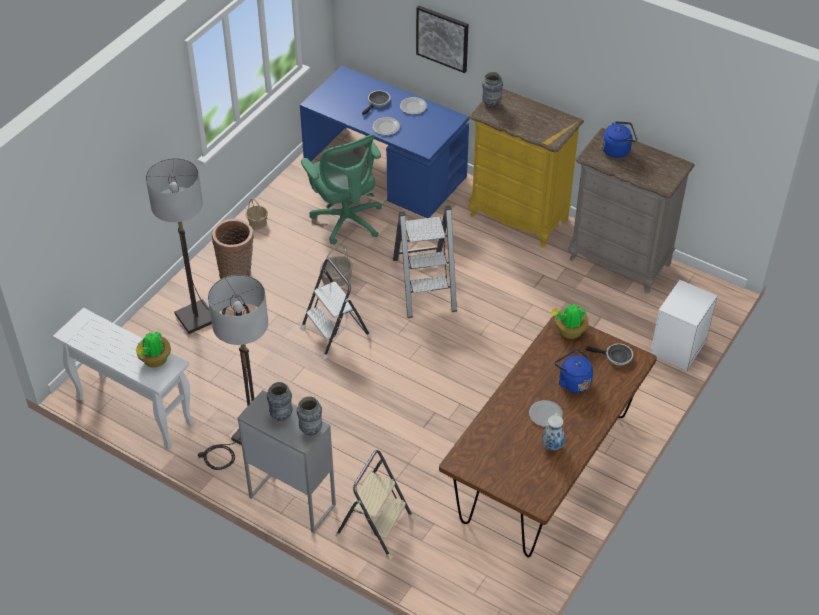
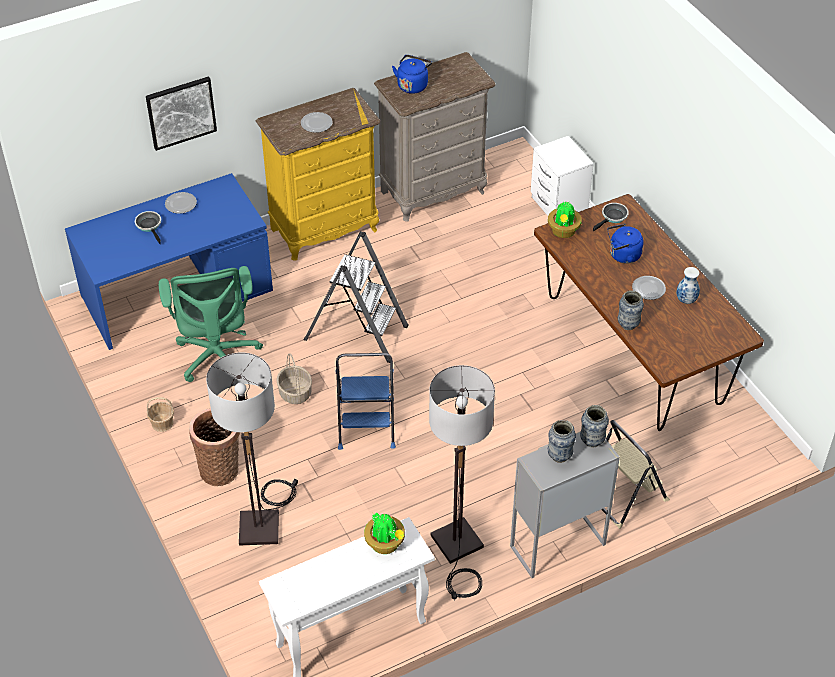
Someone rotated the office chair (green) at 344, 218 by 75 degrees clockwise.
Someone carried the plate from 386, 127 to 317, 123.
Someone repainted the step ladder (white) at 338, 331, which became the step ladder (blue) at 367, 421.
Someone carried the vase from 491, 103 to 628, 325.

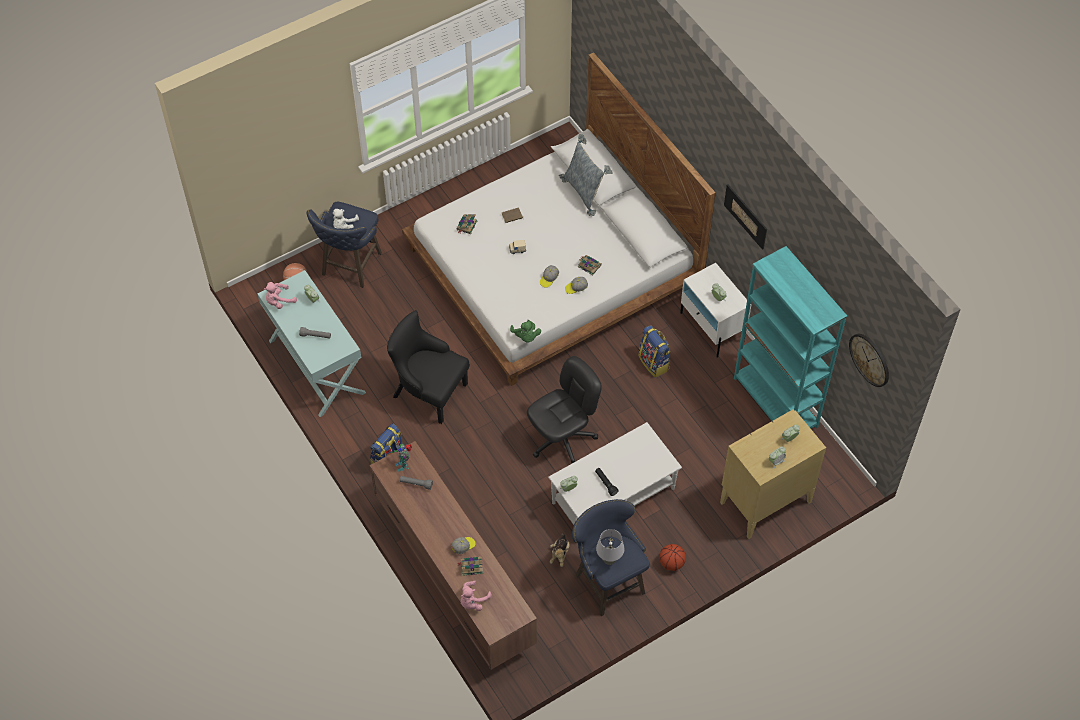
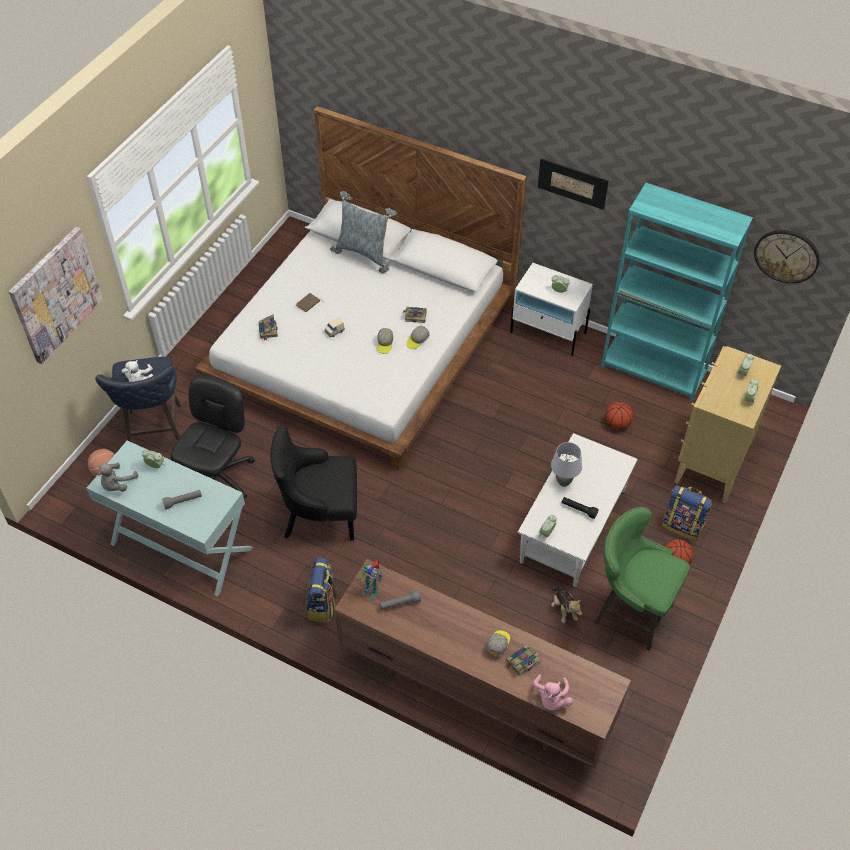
Someone put up the picture at 56, 295.
Someone repainted the plush toy (pink) at 279, 301, which became the plush toy (grey) at 117, 484.
Someone carried the office chair (black) from 562, 438 to 218, 477.
Someone carried the table lamp (grey) from 609, 560 to 563, 482.
Someone repainted the stool (blue) at 608, 581, which became the stool (green) at 630, 611.
Someone put down the basketball at 617, 424.
Someone carried the backpack from 654, 363 to 683, 525.
Someone took away the plush toy (green) at 526, 336.

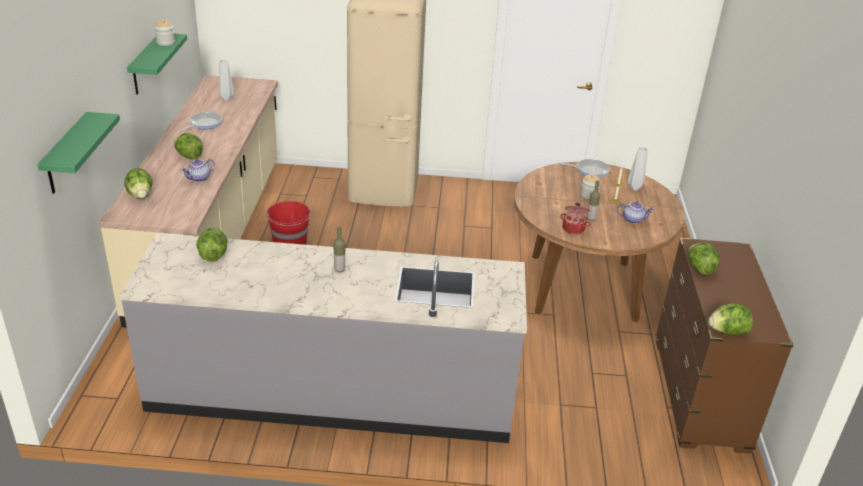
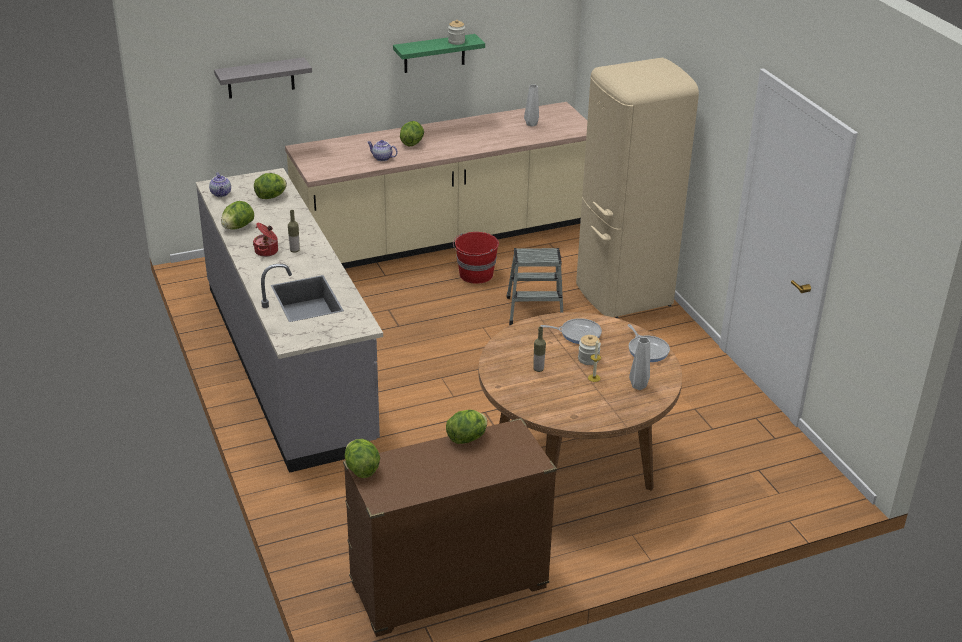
Someone carried the teapot from 633, 219 to 221, 194.
Someone repainted the shelf (green) at 66, 154, which became the shelf (grey) at 260, 78.
Someone carried the lettuce from 140, 195 to 237, 227.
Someone carried the cooking pot from 574, 228 to 267, 251.
Someone put down the step ladder (grey) at 535, 310.
Someone carried the frying pan from 204, 123 to 578, 333.

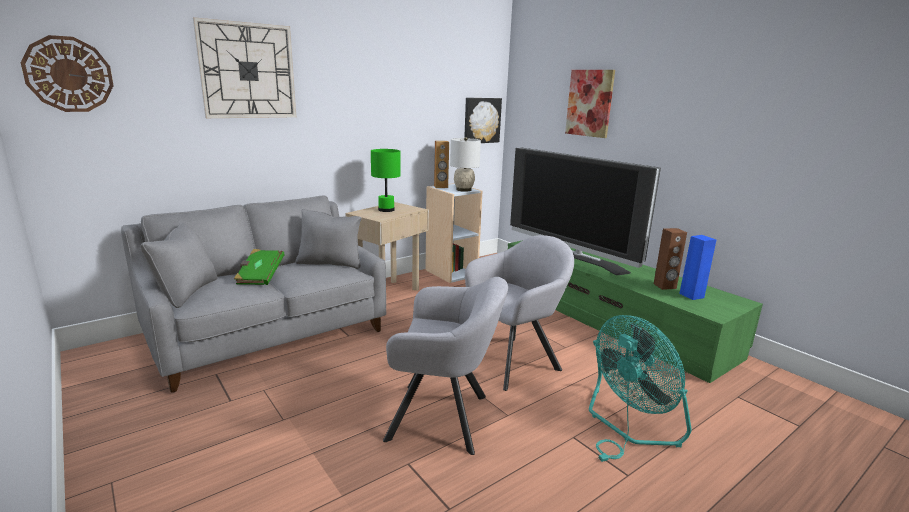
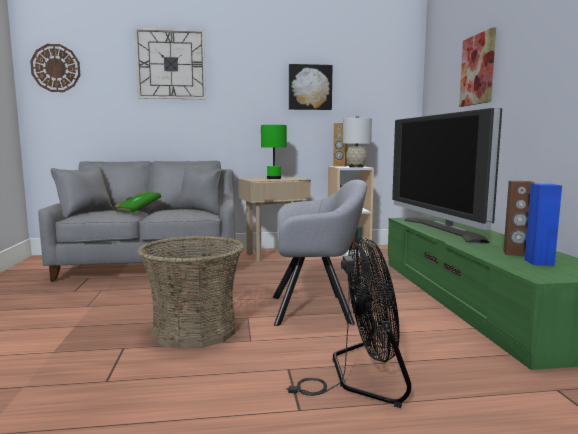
Someone swapped the armchair (grey) at 445, 418 for the basket at 195, 330.
Someone repainted the fan (turquoise) at 623, 425, which became the fan (black) at 357, 374.
Someone carried the picture from 481, 120 to 310, 87.

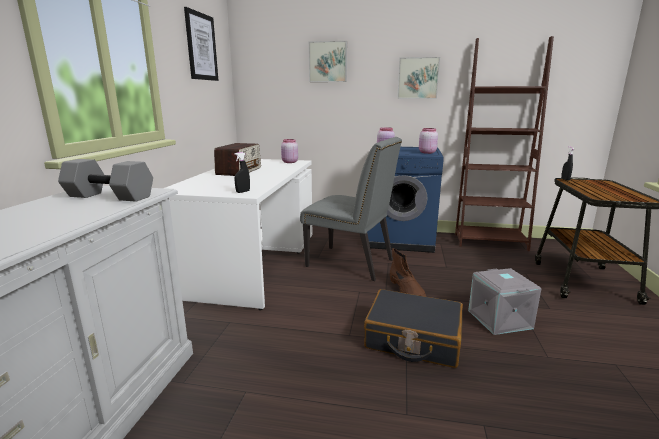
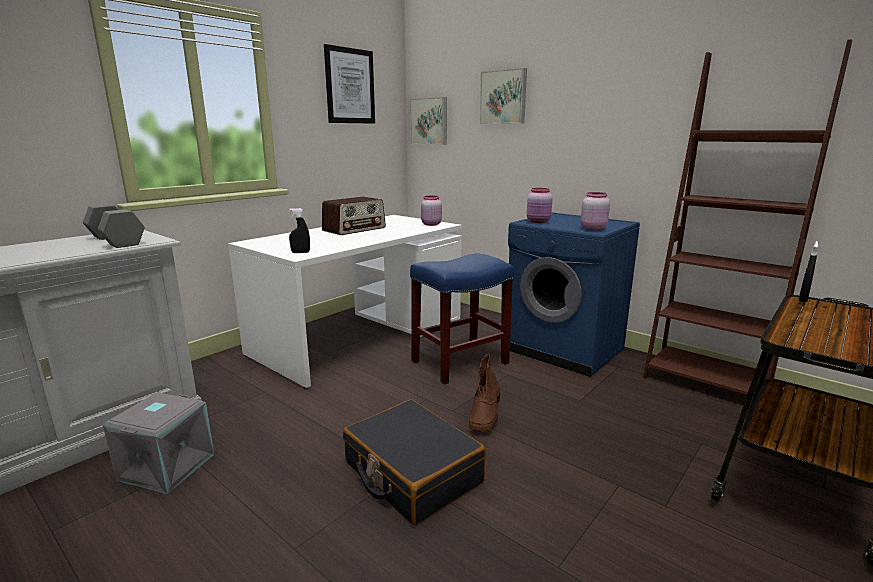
Someone carried the storage box (grey) from 498, 319 to 166, 466.
Someone carried the picture from 418, 78 to 430, 121.
Someone swapped the chair (grey) at 349, 263 for the stool (blue) at 459, 363.

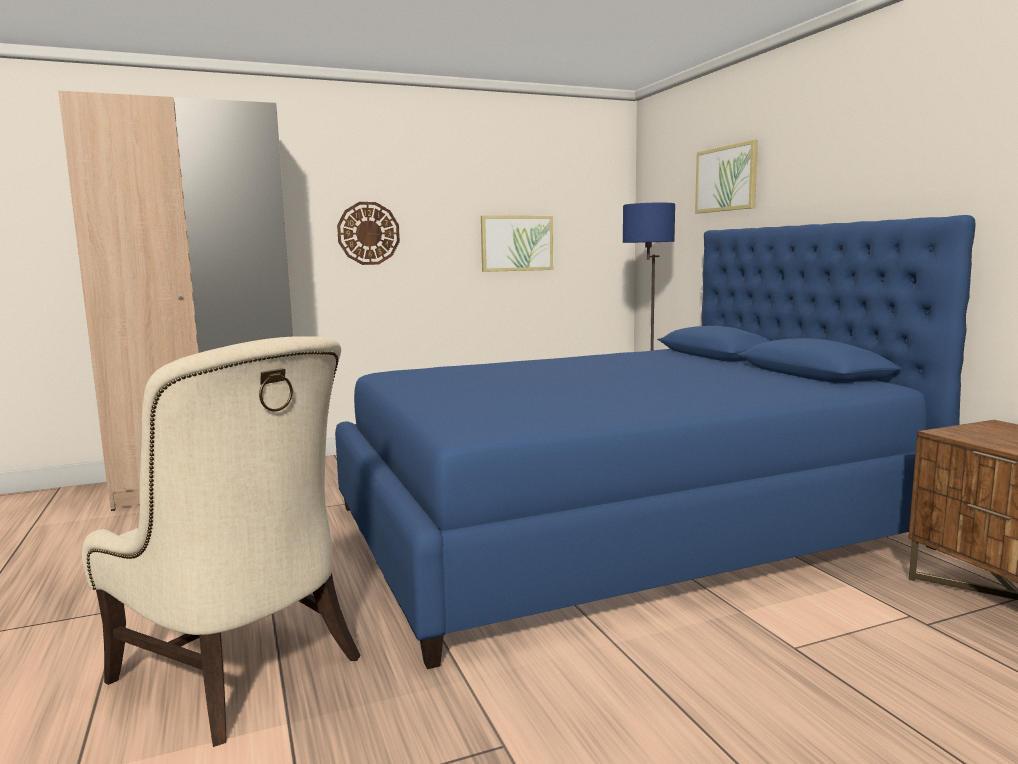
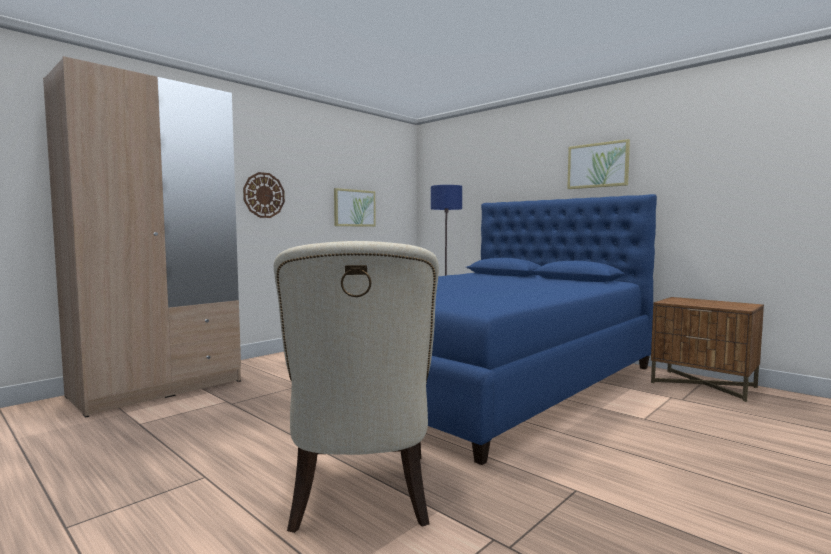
Someone rotated the armchair (beige) at 241, 669 by 75 degrees clockwise.
Someone carried the picture from 726, 178 to 598, 165.

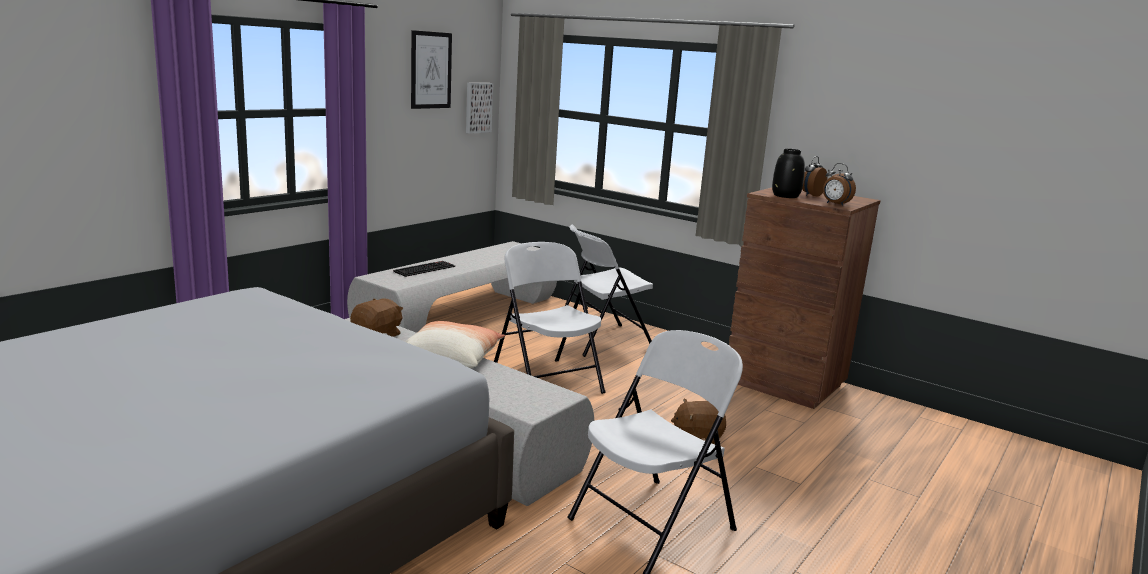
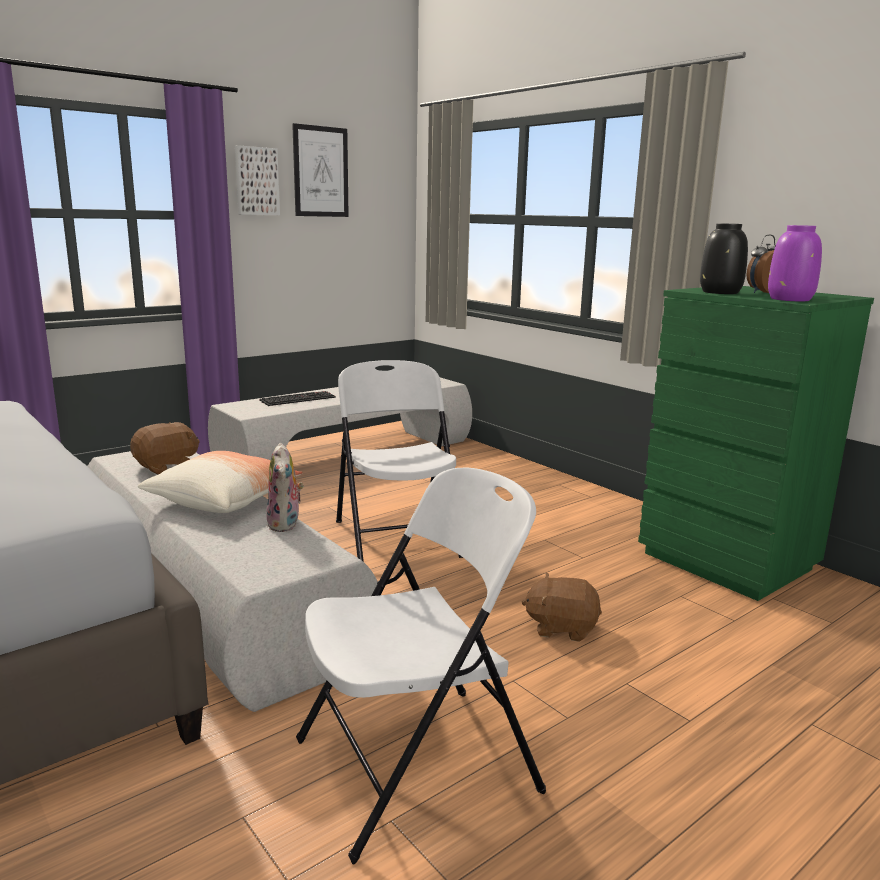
Someone carried the picture from 477, 107 to 256, 181.
Someone put down the plush toy at 286, 524.
Someone repainted the dresser (brown) at 786, 383, which became the dresser (green) at 729, 561.
Someone swapped the alarm clock at 835, 204 for the vase (purple) at 791, 299.
Someone took away the chair (white) at 602, 340.

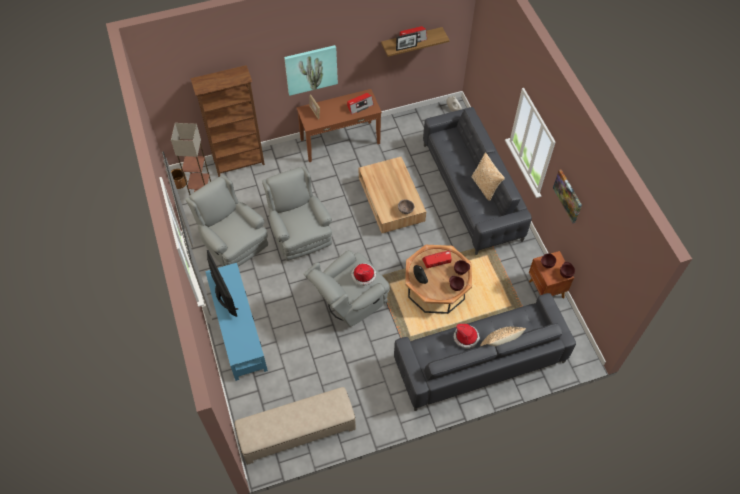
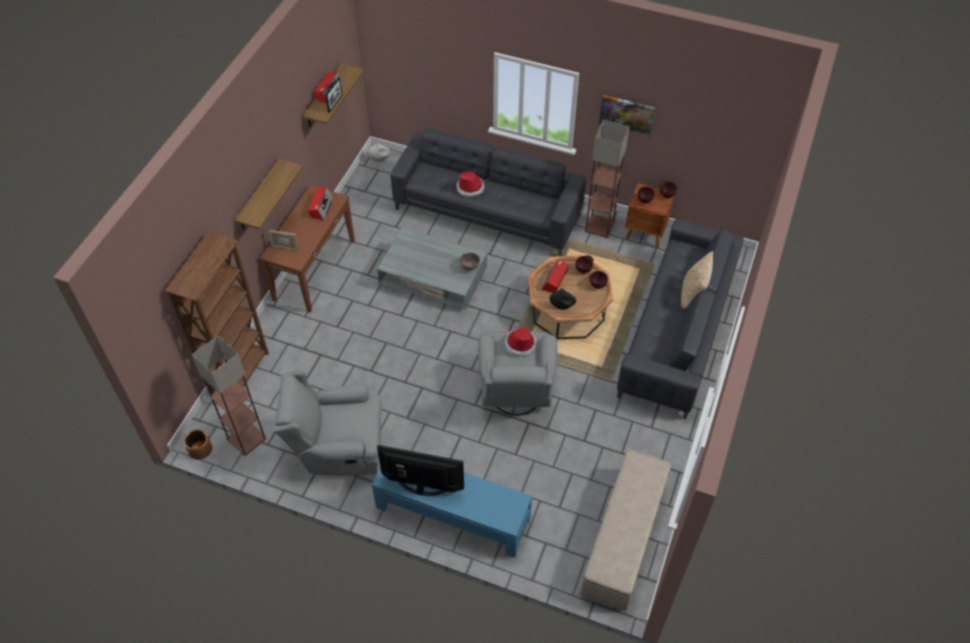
Someone swapped the picture at 311, 69 for the shelf at 259, 196.
Someone repainted the coffee table (brown) at 391, 201, which became the coffee table (grey) at 433, 278.
Someone carried the hat from 466, 337 to 470, 188.
Someone put down the floor lamp at 600, 226.
Someone took away the armchair (grey) at 299, 233.
Someone took away the pillow (beige) at 484, 187.

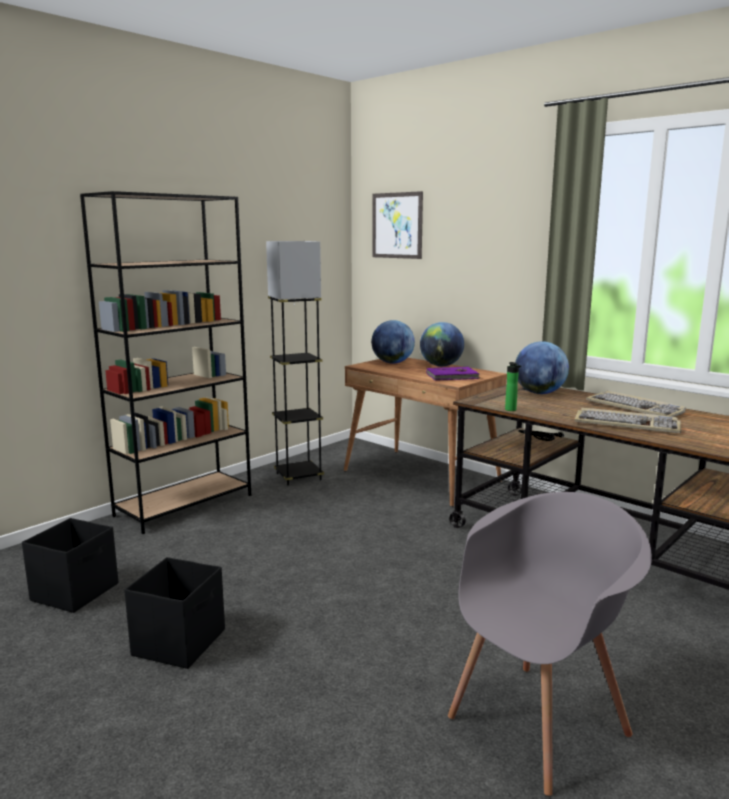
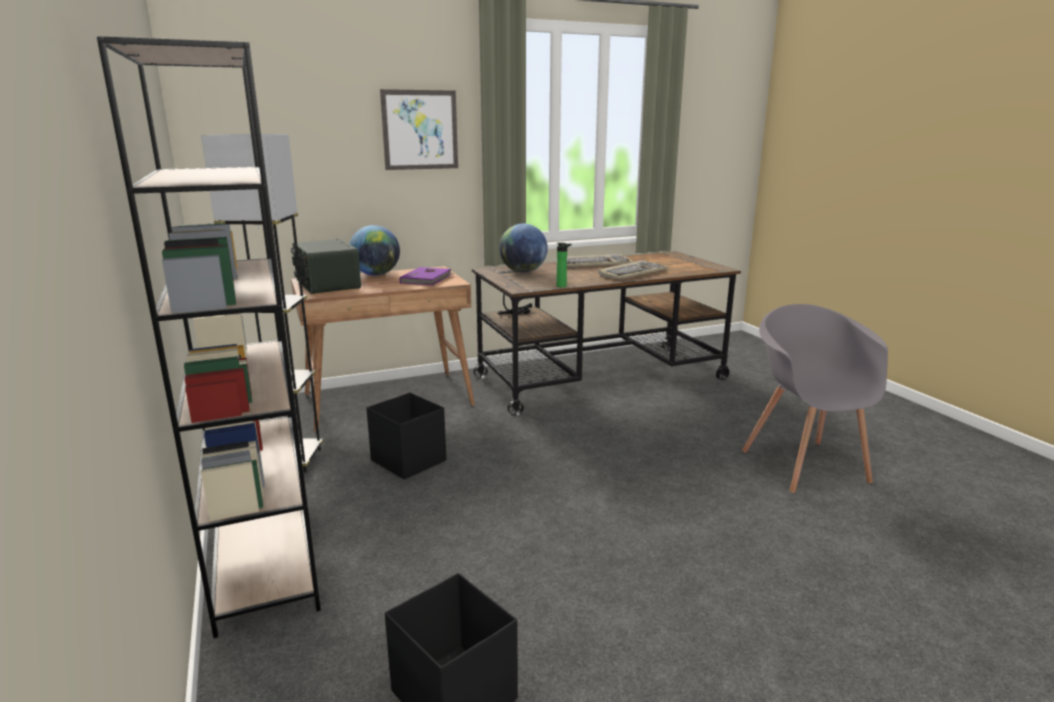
Someone swapped the globe at 392, 363 for the radio at 326, 284.
Someone carried the storage box (black) from 180, 642 to 408, 460.
Someone carried the picture from 397, 225 to 420, 130.

